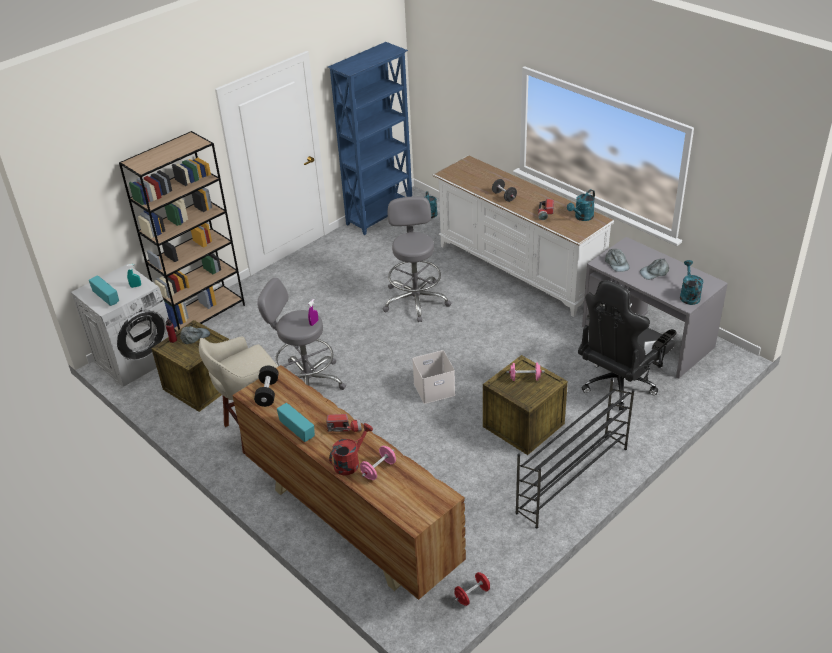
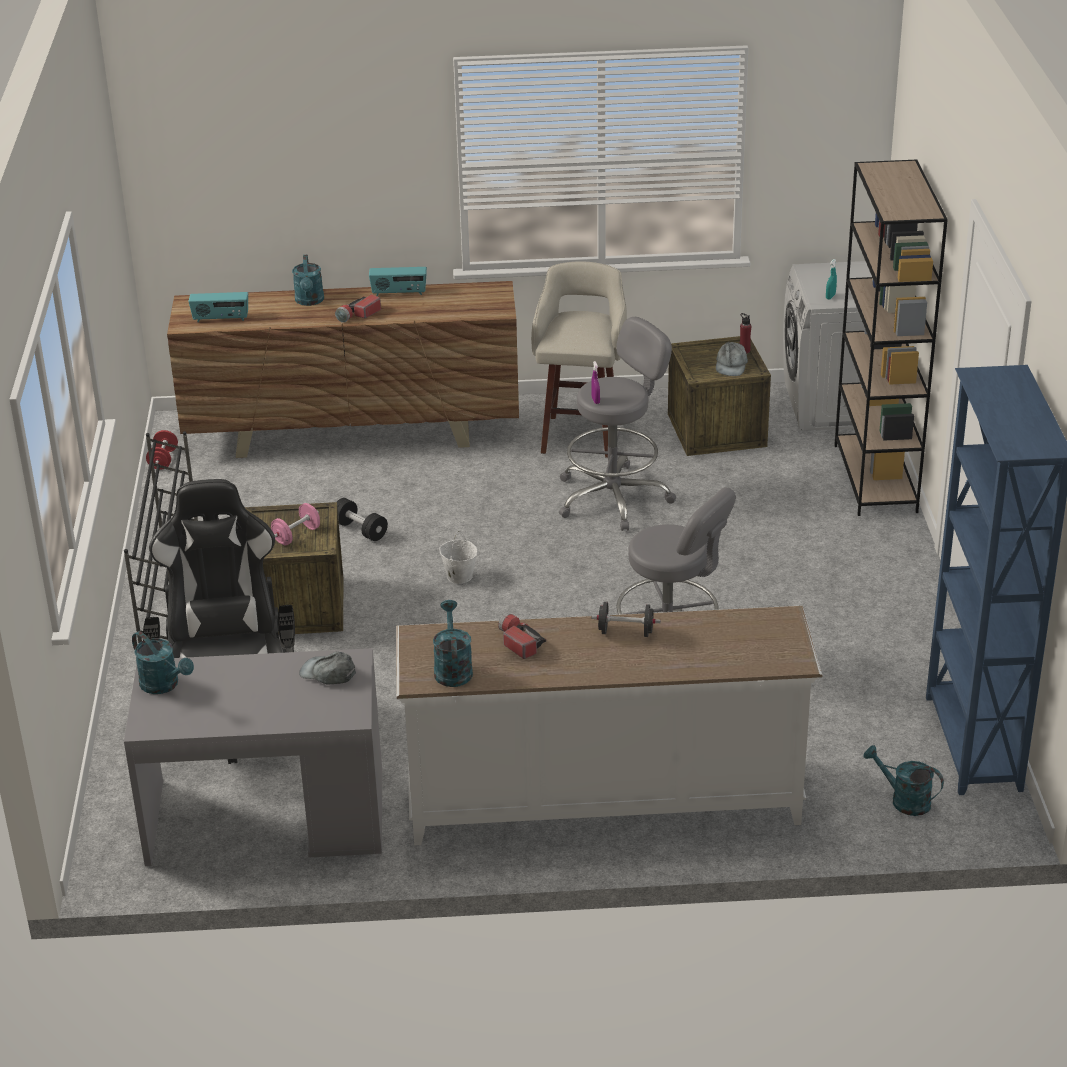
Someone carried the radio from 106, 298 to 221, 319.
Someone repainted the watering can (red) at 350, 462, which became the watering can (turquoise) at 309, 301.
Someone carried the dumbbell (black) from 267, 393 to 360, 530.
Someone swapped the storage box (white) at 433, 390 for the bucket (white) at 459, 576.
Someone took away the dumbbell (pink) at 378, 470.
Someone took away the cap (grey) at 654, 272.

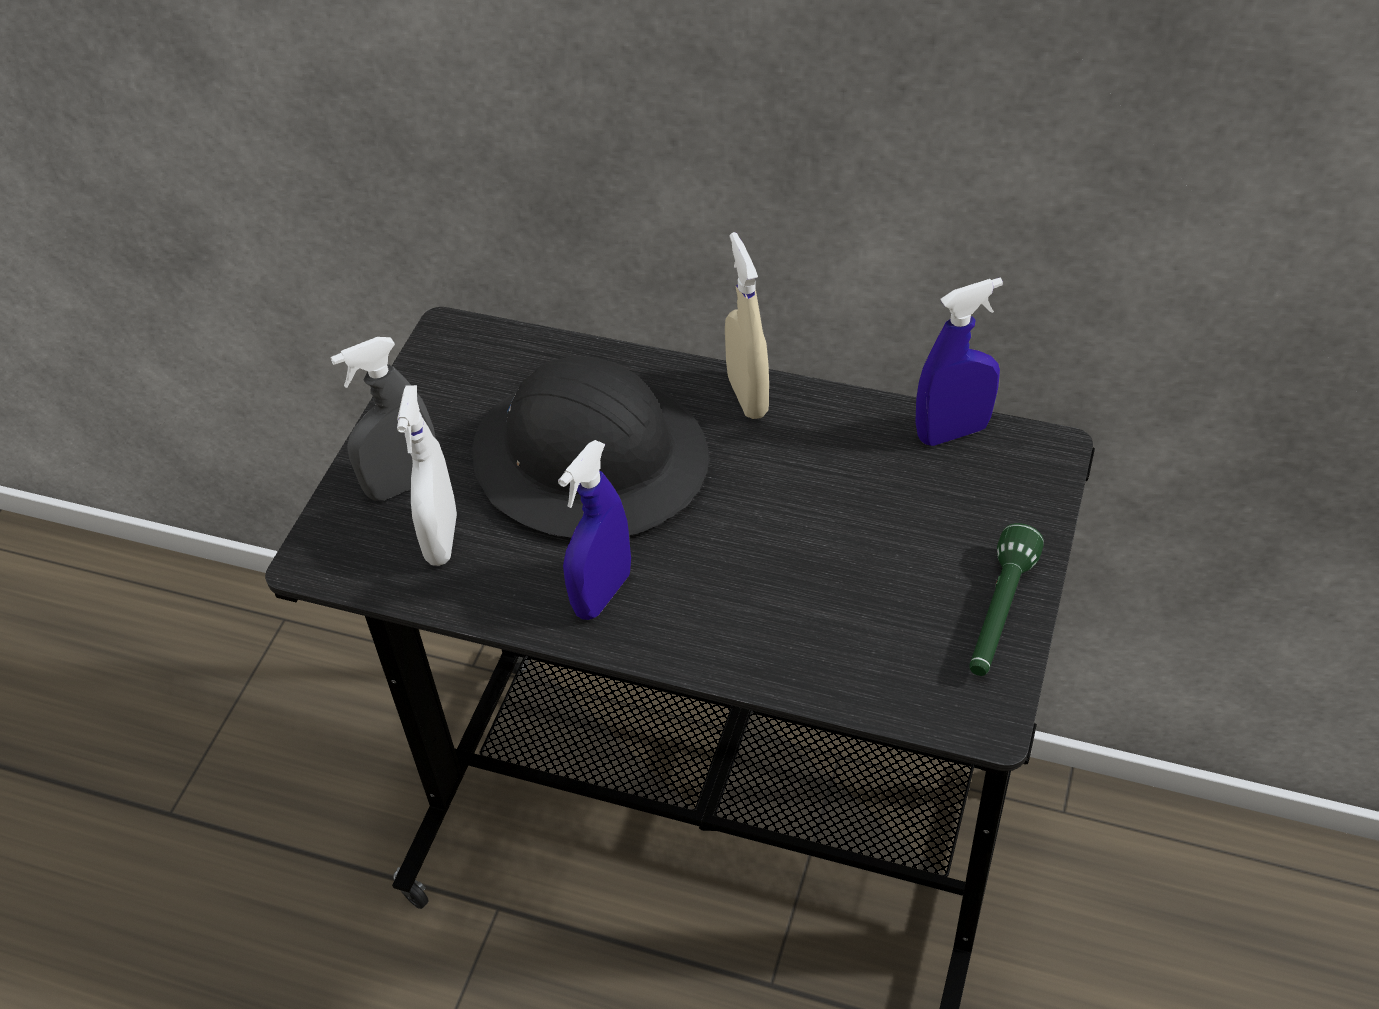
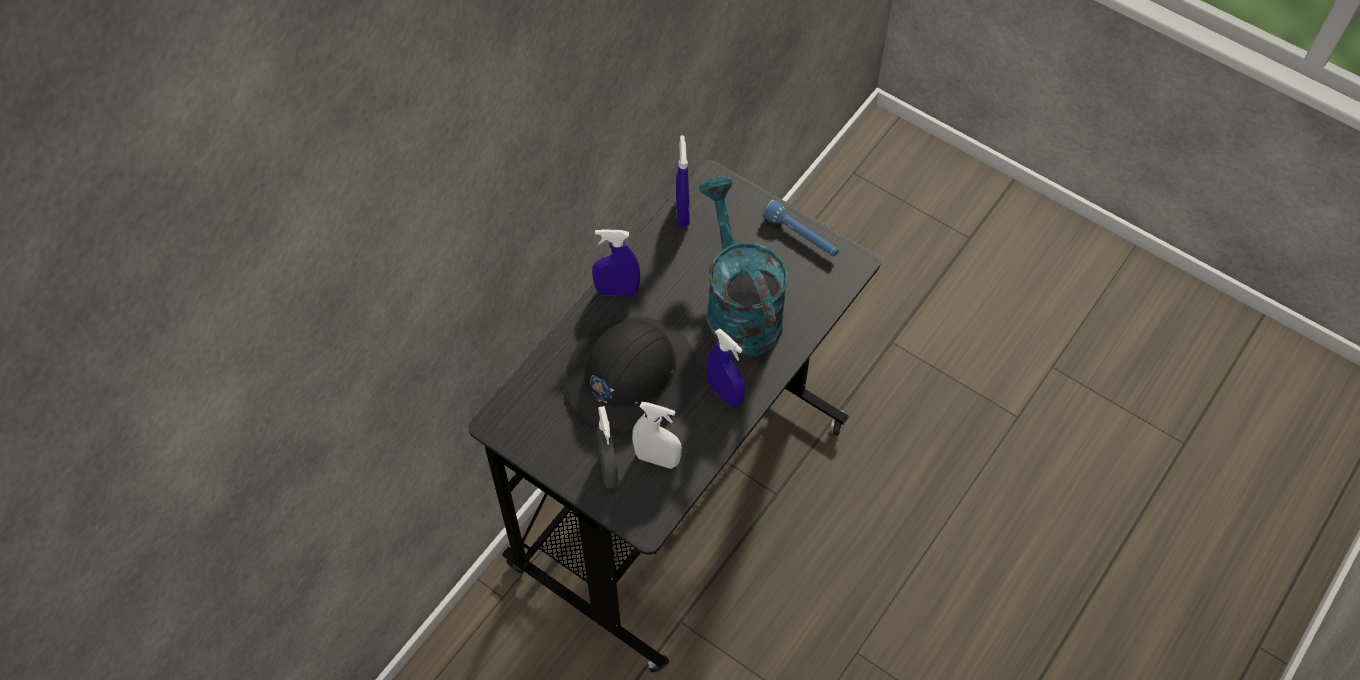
Someone repainted the spray bottle (beige) at 747, 396, which became the spray bottle (blue) at 617, 291.
Someone put down the watering can (turquoise) at 738, 307.
Someone repainted the flashlight (green) at 999, 615, which became the flashlight (blue) at 801, 236.

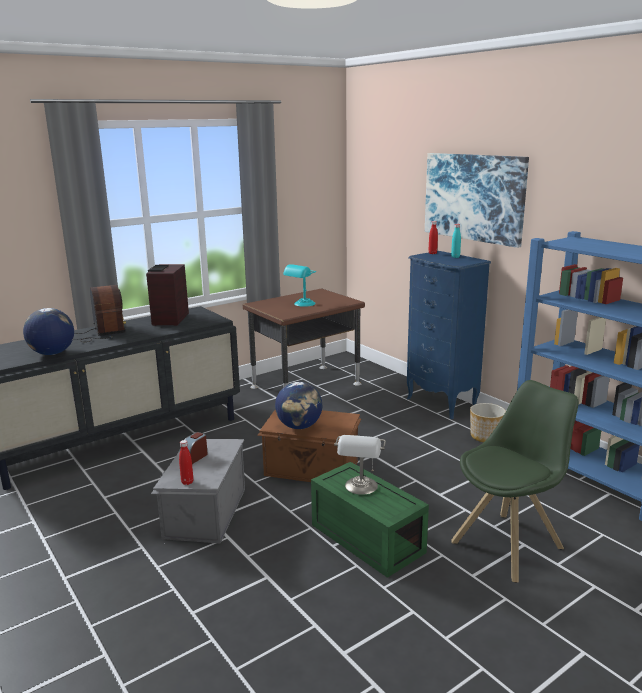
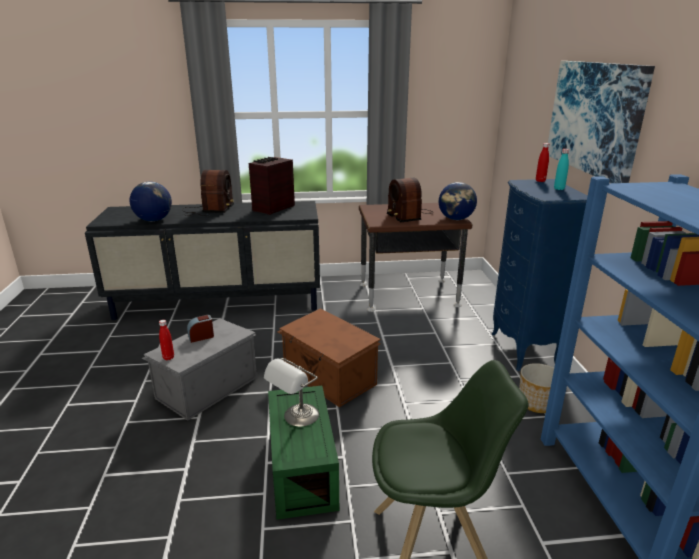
Someone swapped the table lamp (turquoise) at 302, 304 for the radio at 408, 215.
Someone carried the globe from 299, 426 to 456, 219.

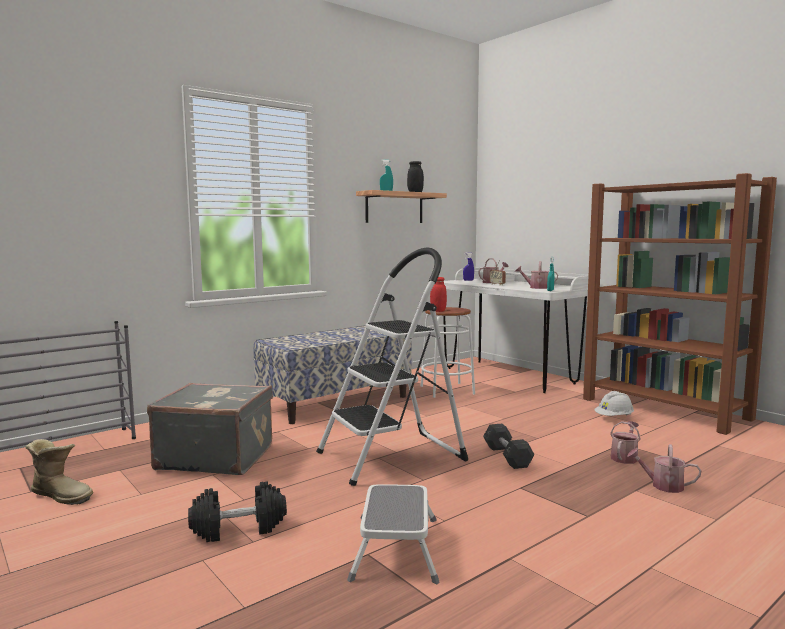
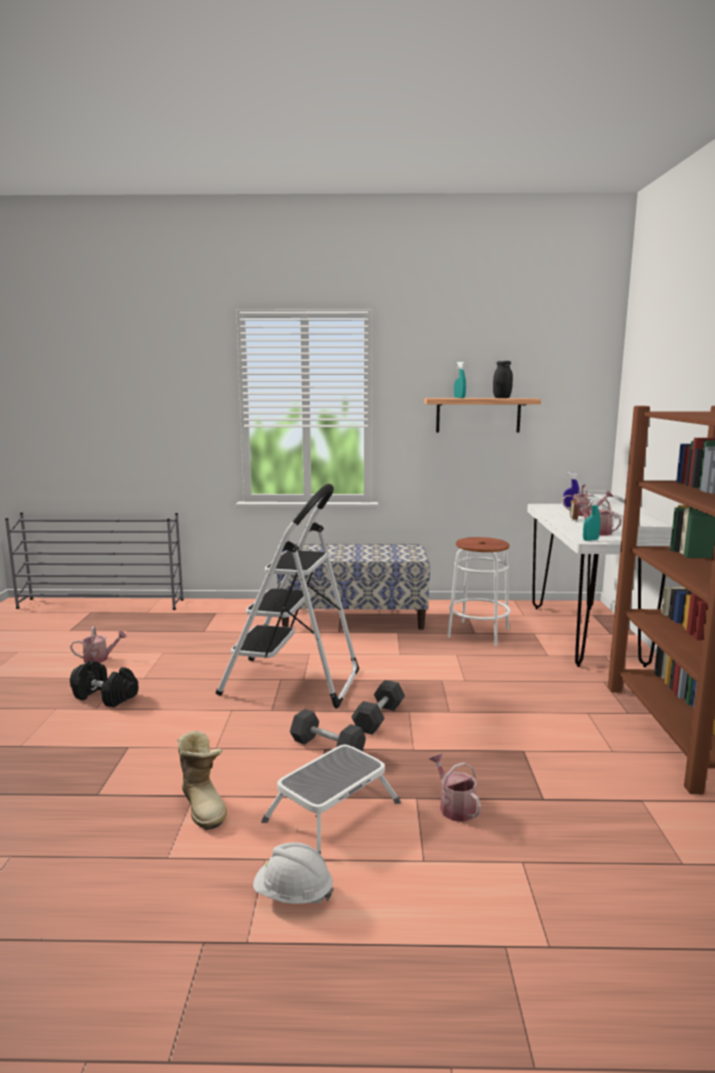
Someone carried the watering can from 625, 457 to 100, 658.
Someone carried the boot from 62, 495 to 204, 804.
Someone carried the hard hat (white) from 614, 418 to 293, 894.
Someone carried the step ladder (grey) from 396, 548 to 333, 812.
Someone put down the dumbbell (grey) at 327, 747.
Someone took away the suitcase (grey) at 216, 457.
Someone took away the jar (red) at 438, 311.

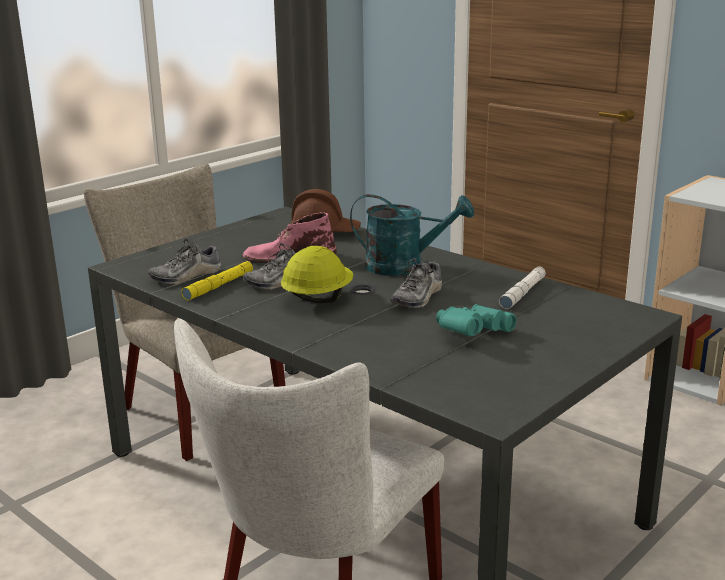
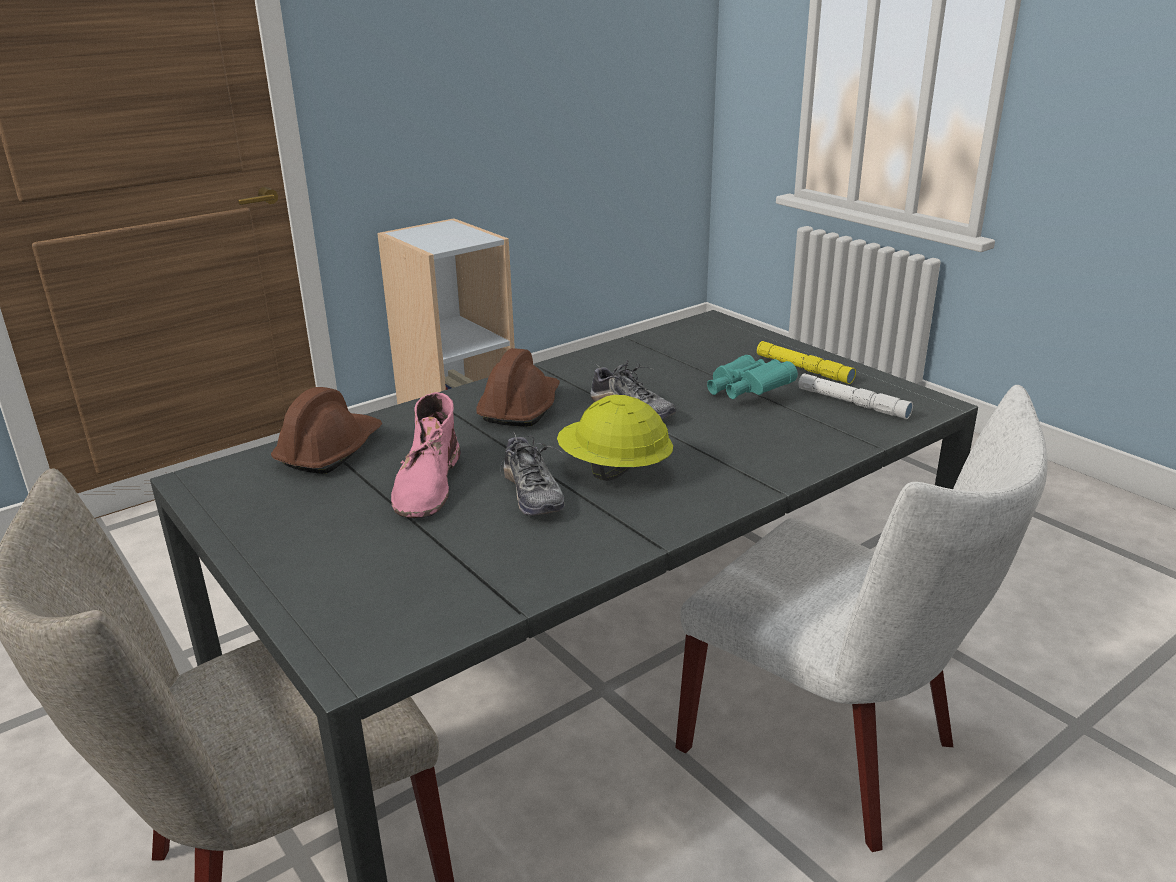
Someone swapped the watering can (turquoise) at 405, 266 for the hard hat (brown) at 520, 408.
Someone carried the flashlight (yellow) from 219, 286 to 803, 369.
Someone carried the flashlight (white) from 523, 293 to 852, 403.
Someone took away the shoe at 186, 276.

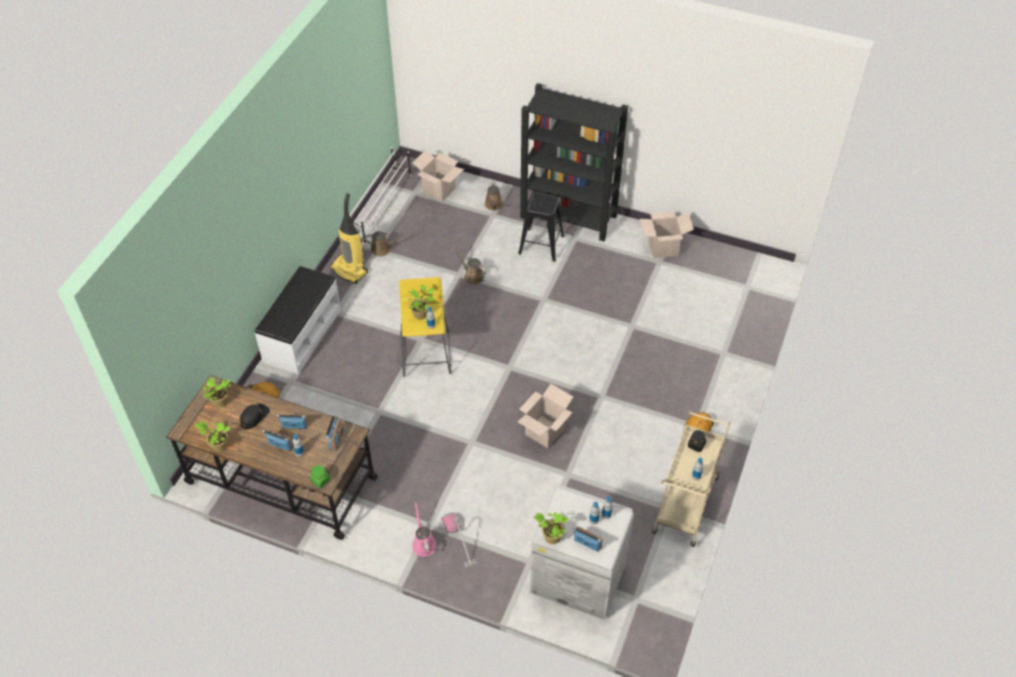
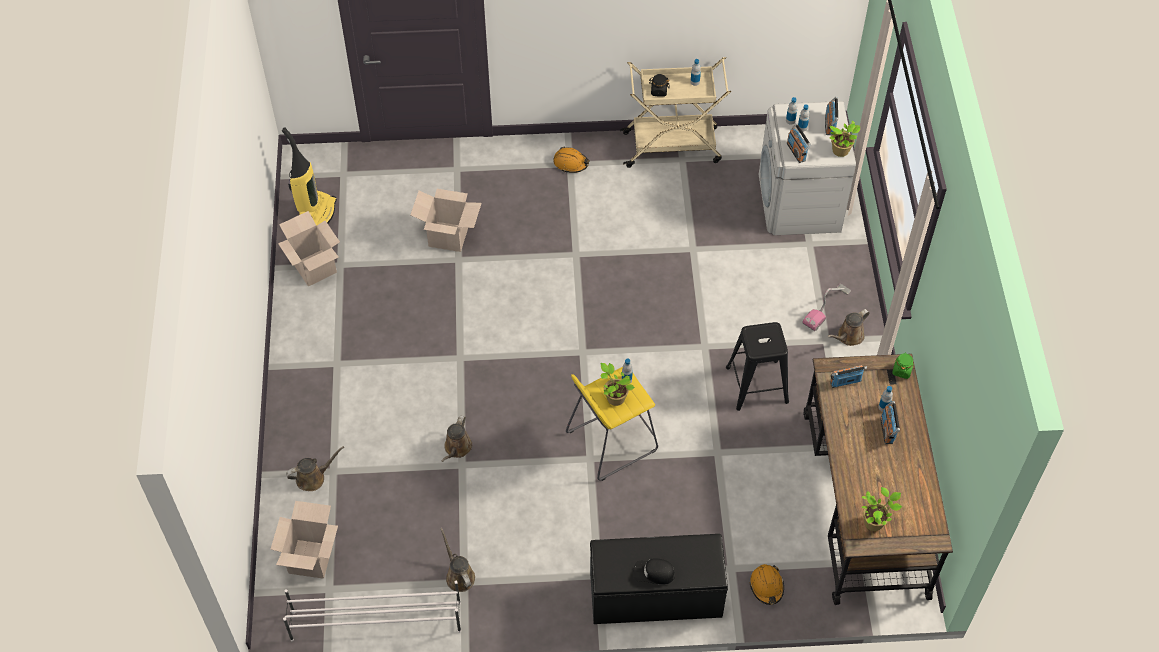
Someone carried the vacuum cleaner from 350, 270 to 316, 213.
Someone carried the cardboard box from 544, 432 to 448, 237.
Someone repainted the bench (white) at 301, 335, which became the bench (black) at 655, 595.
Someone carried the cap (black) from 254, 416 to 653, 573.
Someone carried the stool (black) from 541, 245 to 757, 384.
Someone carried the radio from 294, 426 to 796, 151.
Someone repainted the watering can (pink) at 423, 543, which became the watering can (brown) at 848, 337.
Someone took away the potted plant at 218, 446.
Someone took away the bookcase (black) at 568, 216.

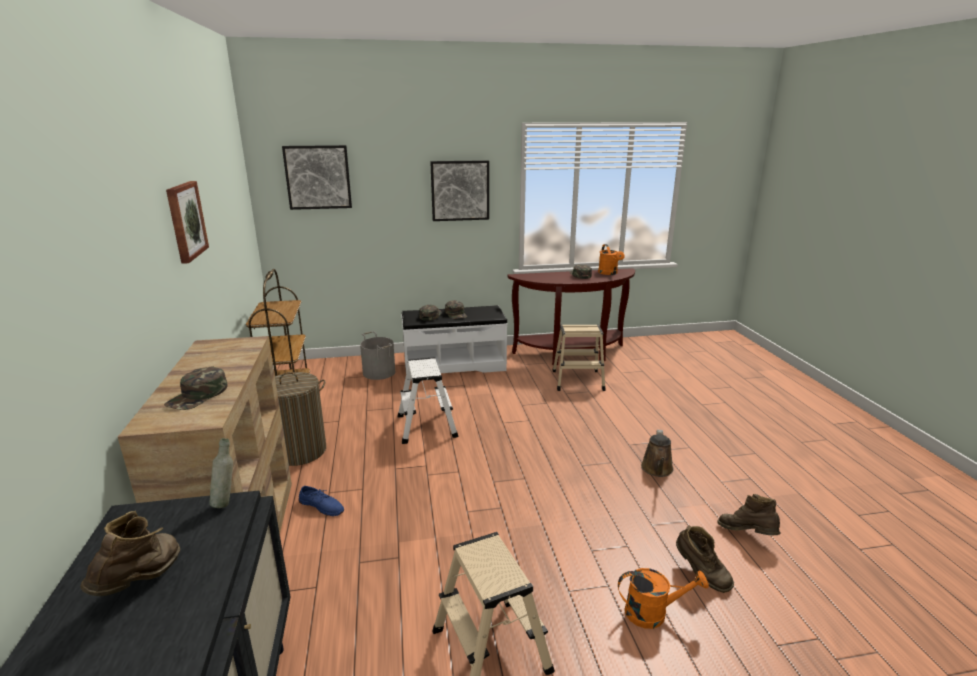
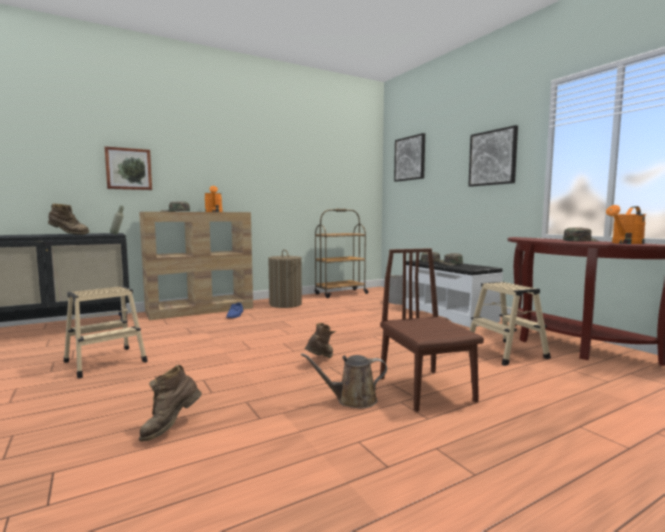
Someone carried the picture from 185, 220 to 128, 169.
Someone carried the watering can (orange) from 653, 612 to 214, 212.
Someone carried the boot (brown) from 746, 535 to 320, 360.
Someone put down the chair (brown) at 426, 389.
Someone took away the step ladder (white) at 427, 426.

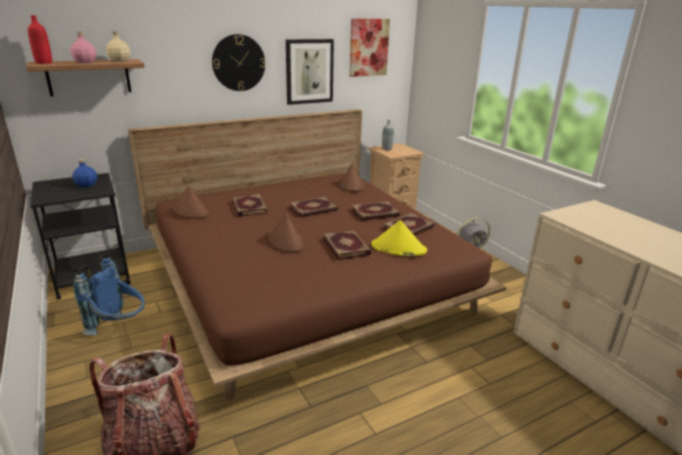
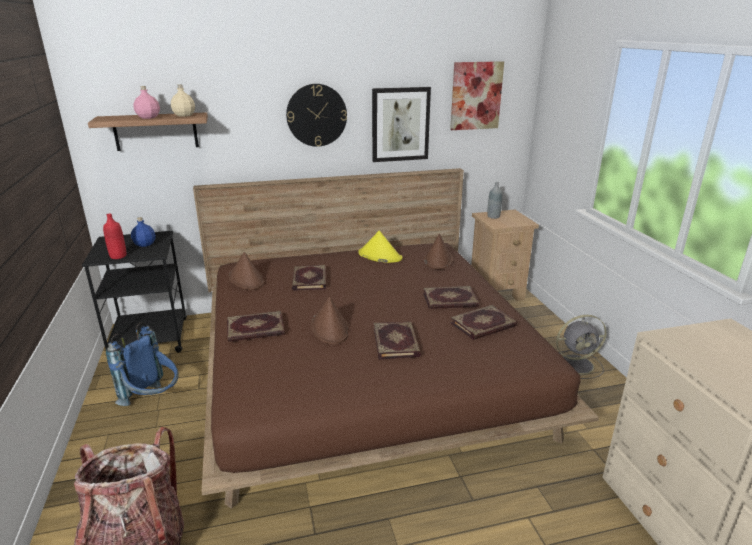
Someone carried the bottle (red) from 44, 63 to 118, 256.
Someone carried the book from 313, 209 to 255, 329.
Someone carried the hat (yellow) from 398, 248 to 379, 256.

